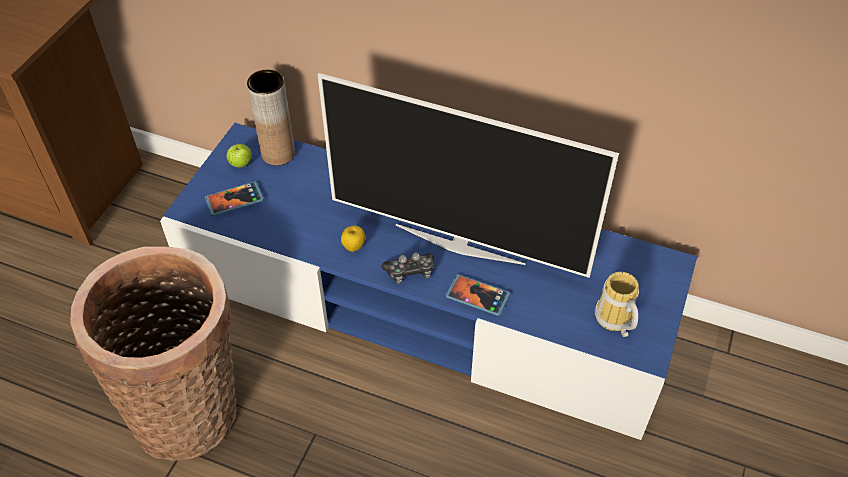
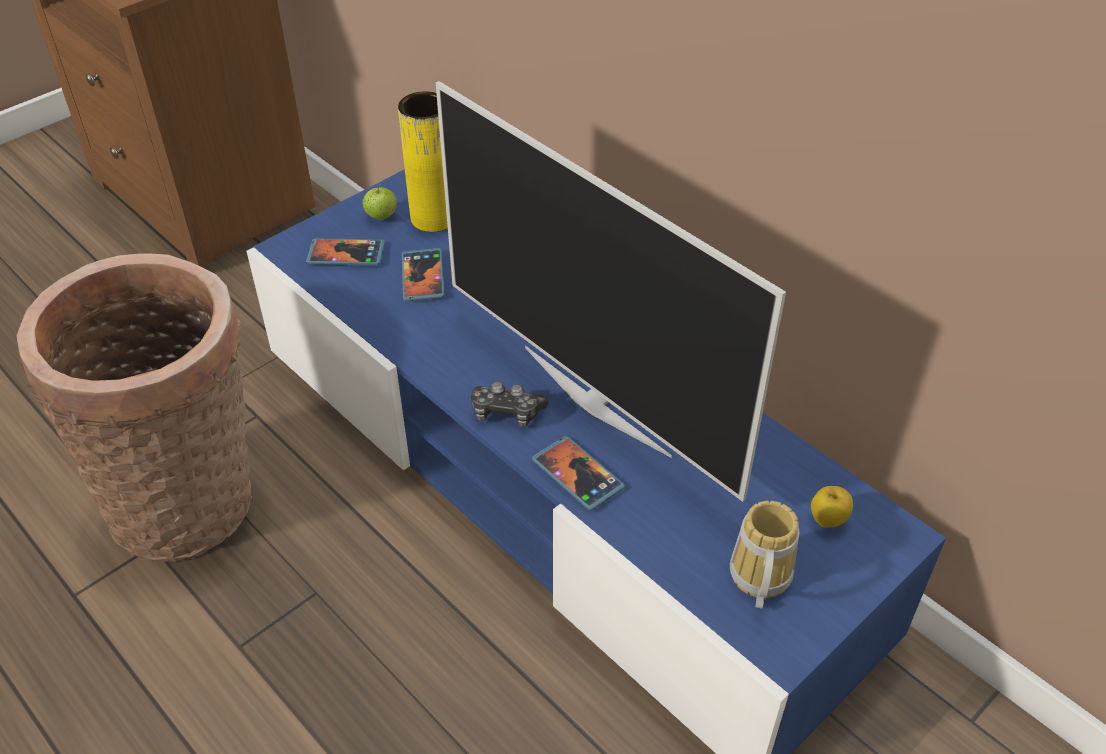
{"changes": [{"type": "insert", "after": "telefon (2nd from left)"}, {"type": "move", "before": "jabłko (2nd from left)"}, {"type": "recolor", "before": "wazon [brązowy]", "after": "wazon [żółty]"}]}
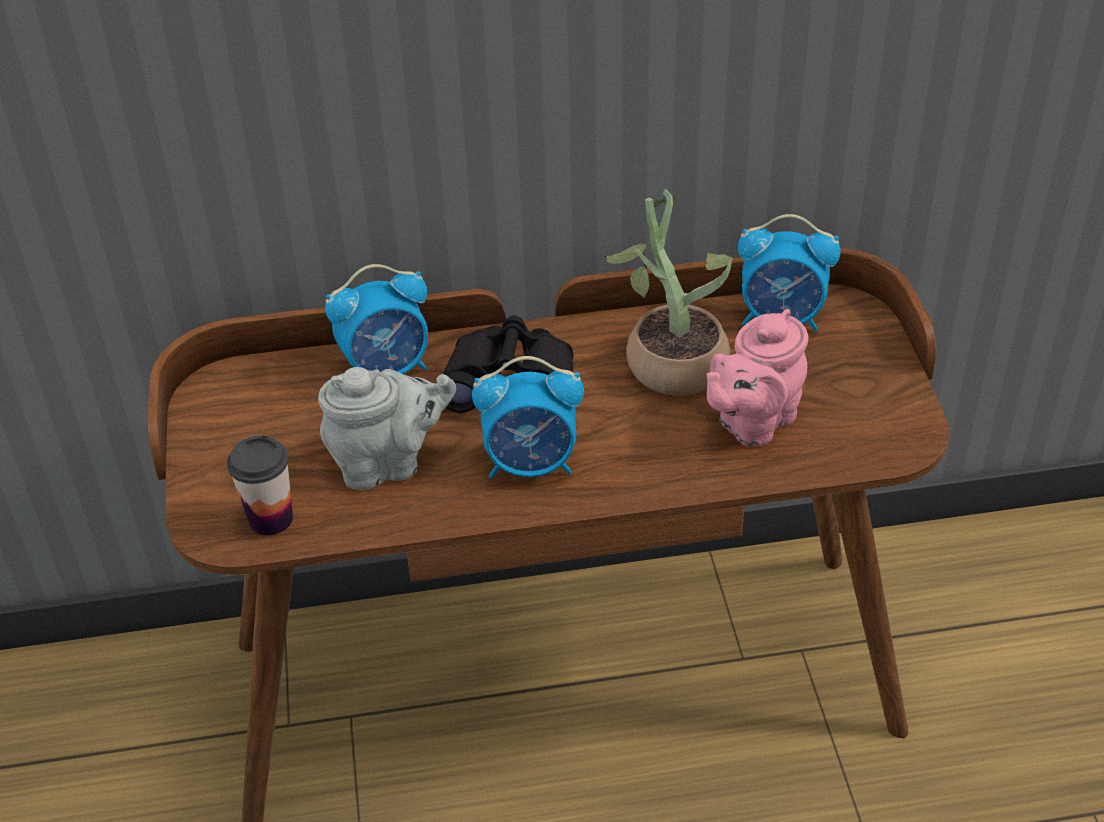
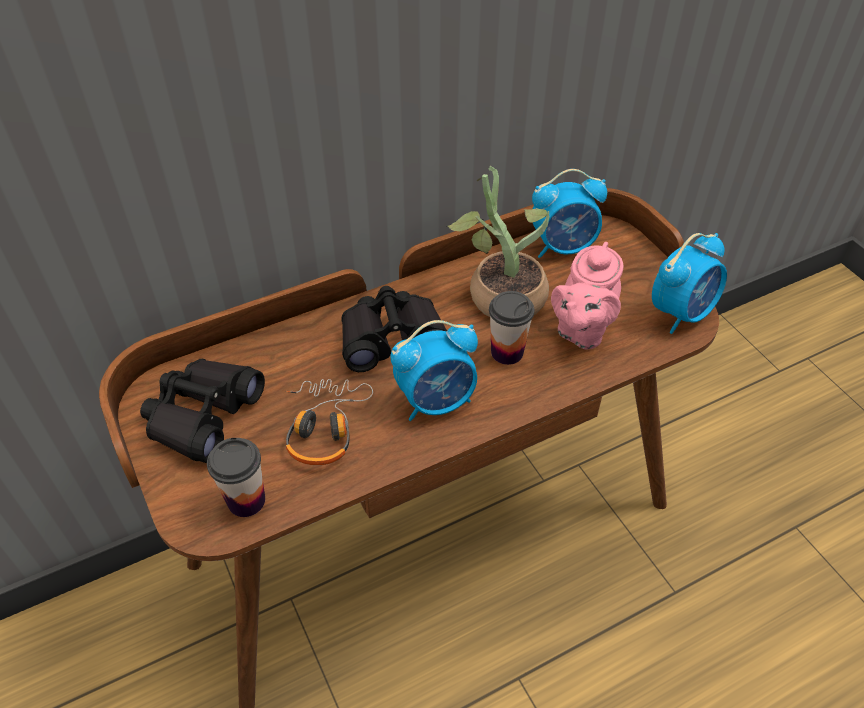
{"changes": [{"type": "insert", "after": "lornetka [czarny] (1st from left)"}, {"type": "insert", "after": "filiżanka (2nd from left)"}, {"type": "move", "before": "budzik (1st from left in the first image)", "after": "budzik (3rd from left)"}, {"type": "replace", "before": "imbryk [szary]", "after": "słuchawki"}]}
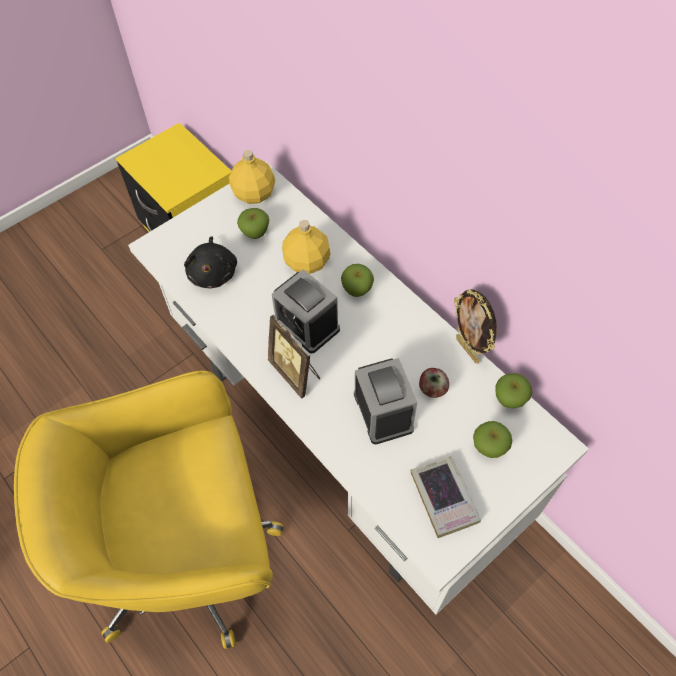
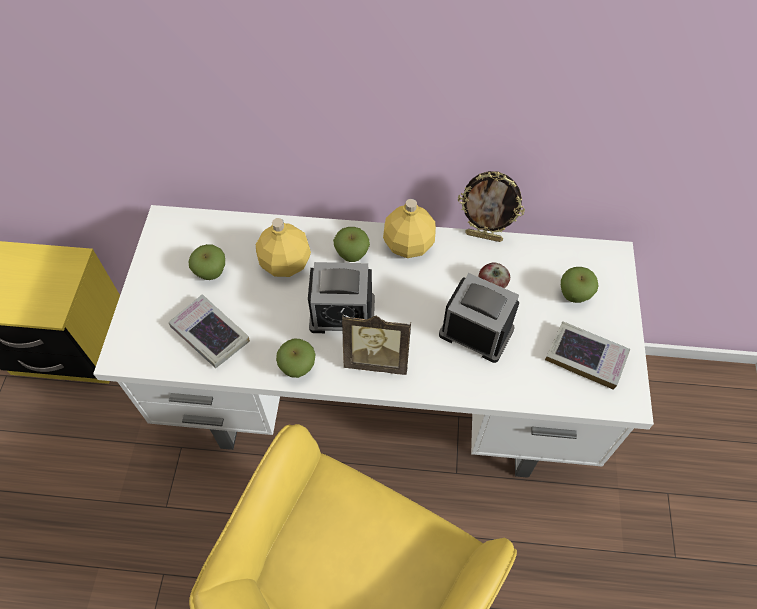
{"changes": [{"type": "move", "before": "butelka [żółty] (1st from left in the first image)", "after": "butelka [żółty] (2nd from left)"}, {"type": "move", "before": "jabłko (5th from left in the first image)", "after": "jabłko (2nd from left)"}, {"type": "replace", "before": "pluszak [czarny]", "after": "książka (1st from left)"}]}
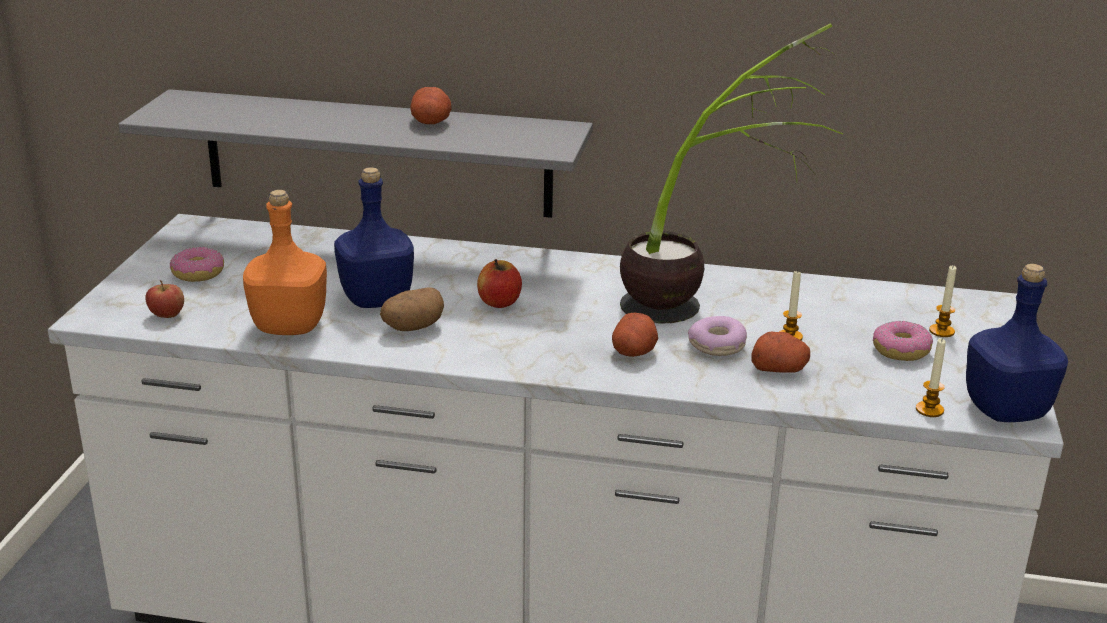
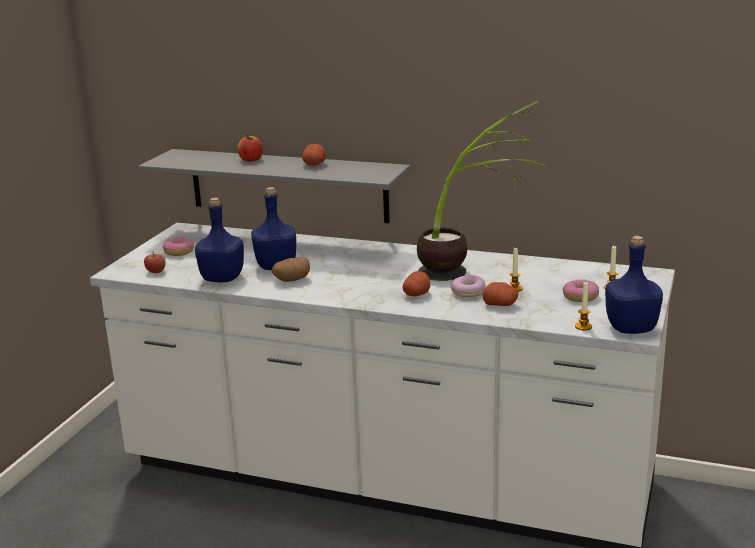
{"changes": [{"type": "move", "before": "jabłko (2nd from left)"}, {"type": "recolor", "before": "butelka [pomarańczowy]", "after": "butelka [niebieski] (1st from left)"}]}
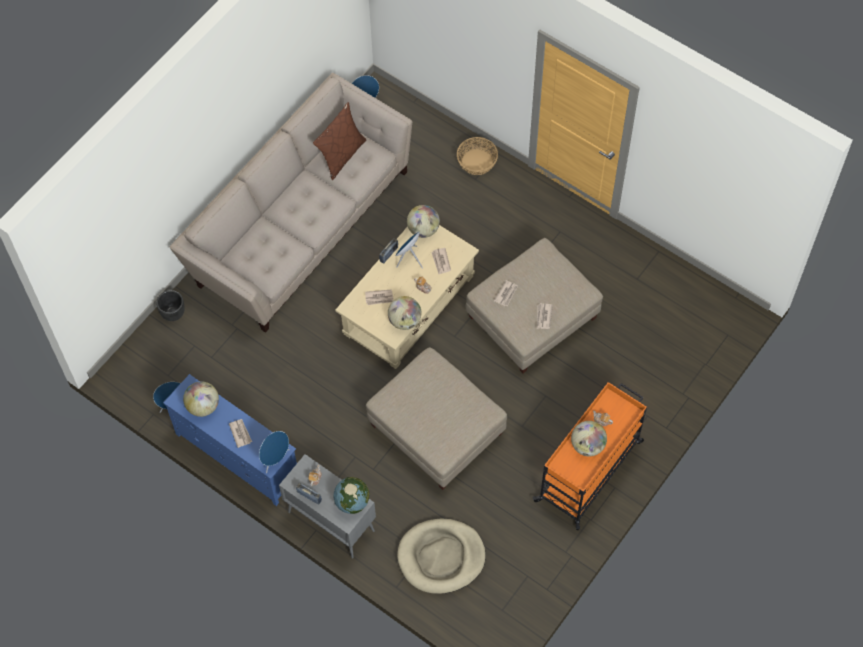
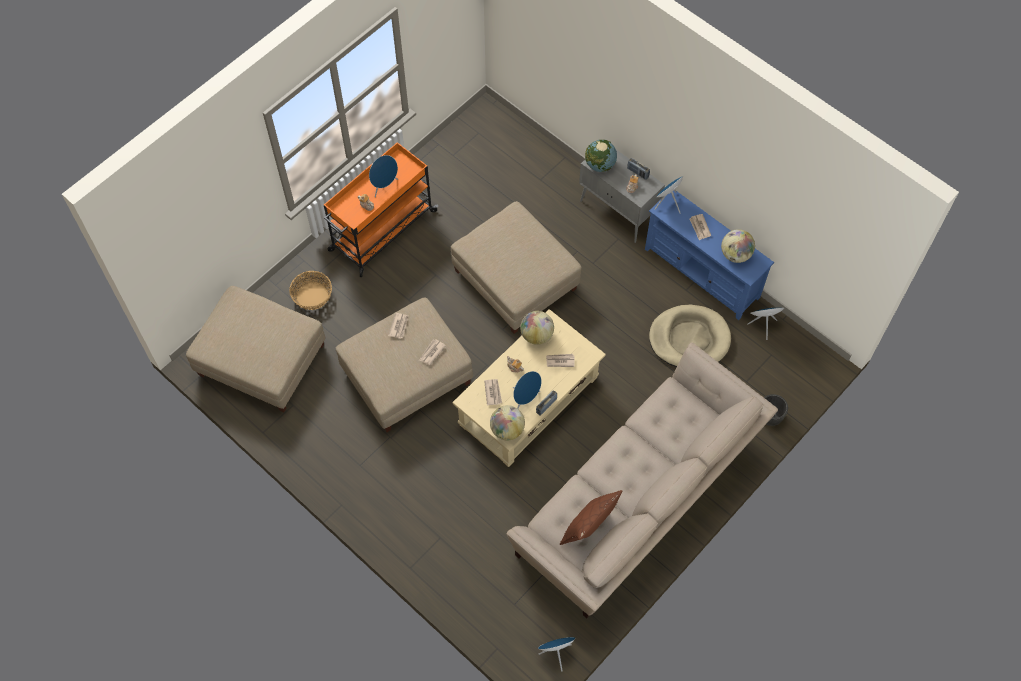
{"changes": [{"type": "insert", "after": "pufa [beżowy] (1st from left)"}, {"type": "move", "before": "legowisko [beżowy]"}, {"type": "move", "before": "koszyk"}, {"type": "replace", "before": "globus (5th from left)", "after": "głośnik [niebieski] (1st from left)"}]}
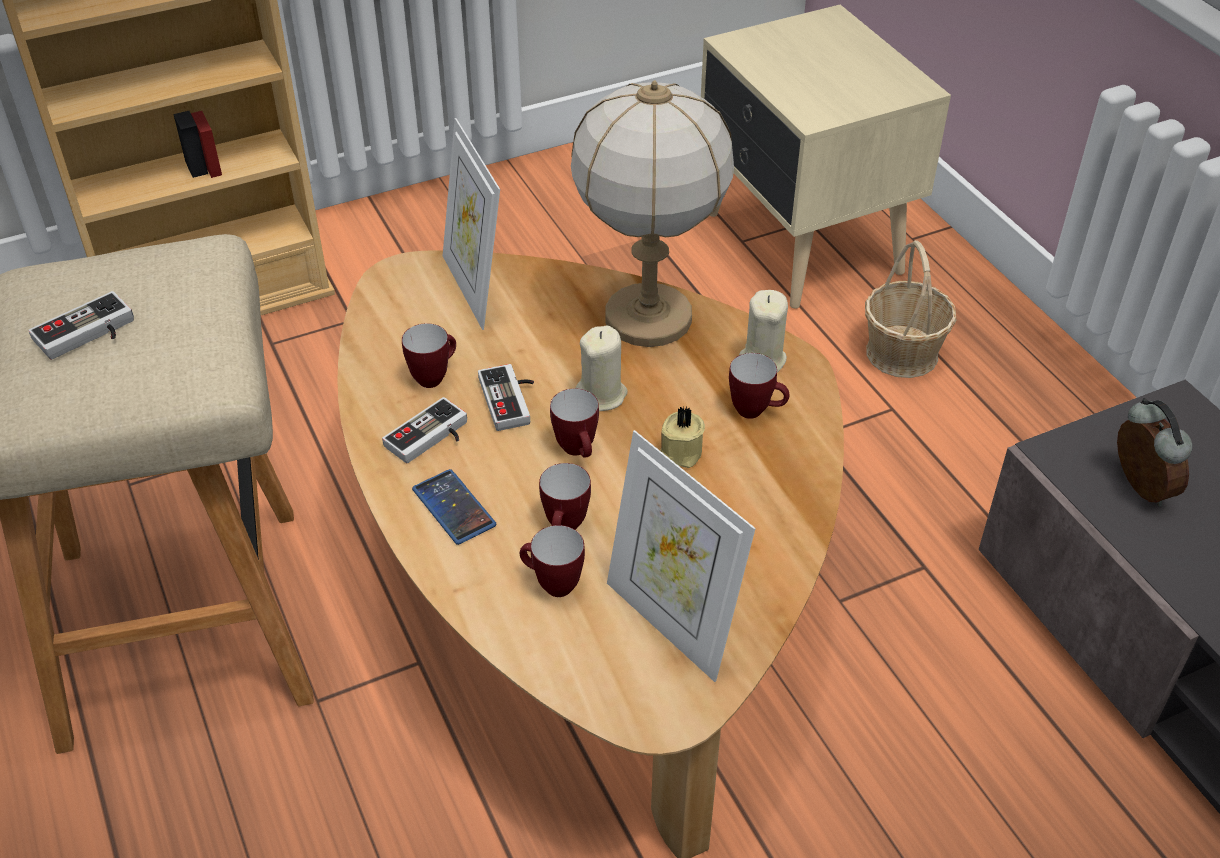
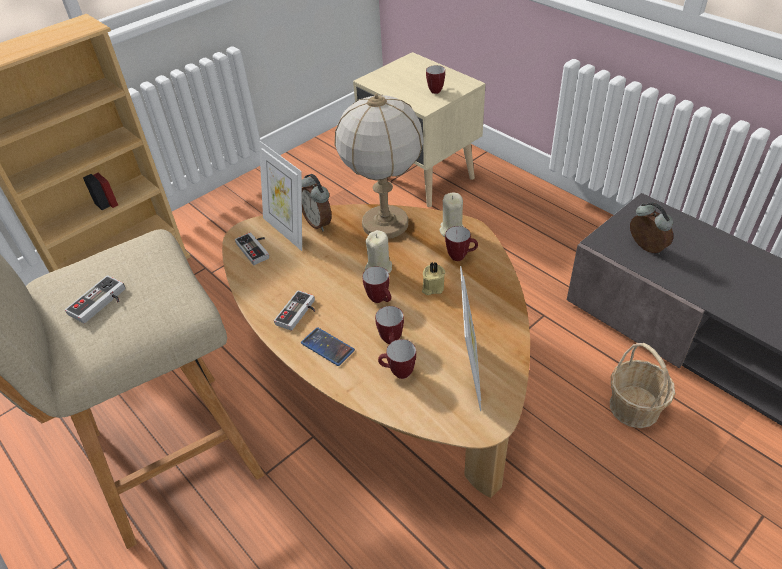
{"changes": [{"type": "insert", "after": "budzik (1st from left)"}, {"type": "move", "before": "kubek (1st from left in the first image)", "after": "kubek (4th from left)"}, {"type": "move", "before": "pad do gier (3rd from left in the first image)", "after": "pad do gier (2nd from left)"}, {"type": "move", "before": "koszyk"}, {"type": "rotate", "before": "ramka na zdjęcie (2nd from left)", "turn": -120}]}
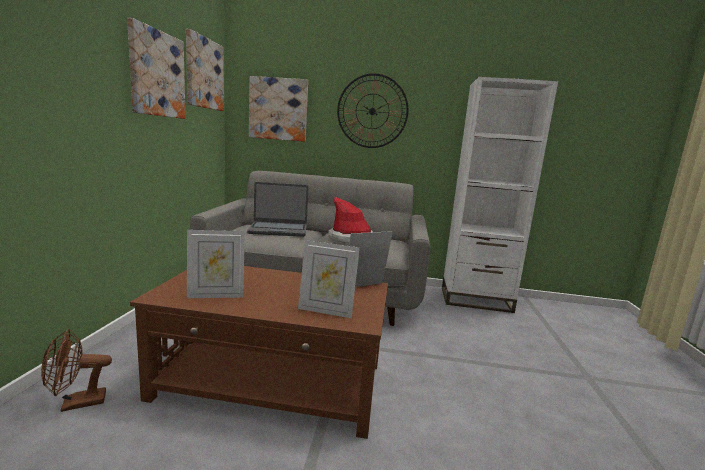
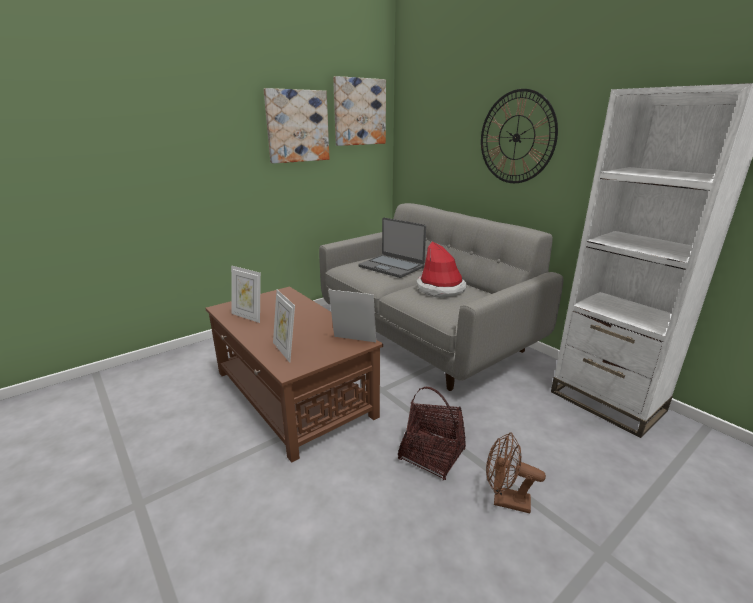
{"changes": [{"type": "delete", "before": "obraz (3rd from left)"}, {"type": "insert", "after": "koszyk"}, {"type": "move", "before": "wentylator [brązowy]"}]}
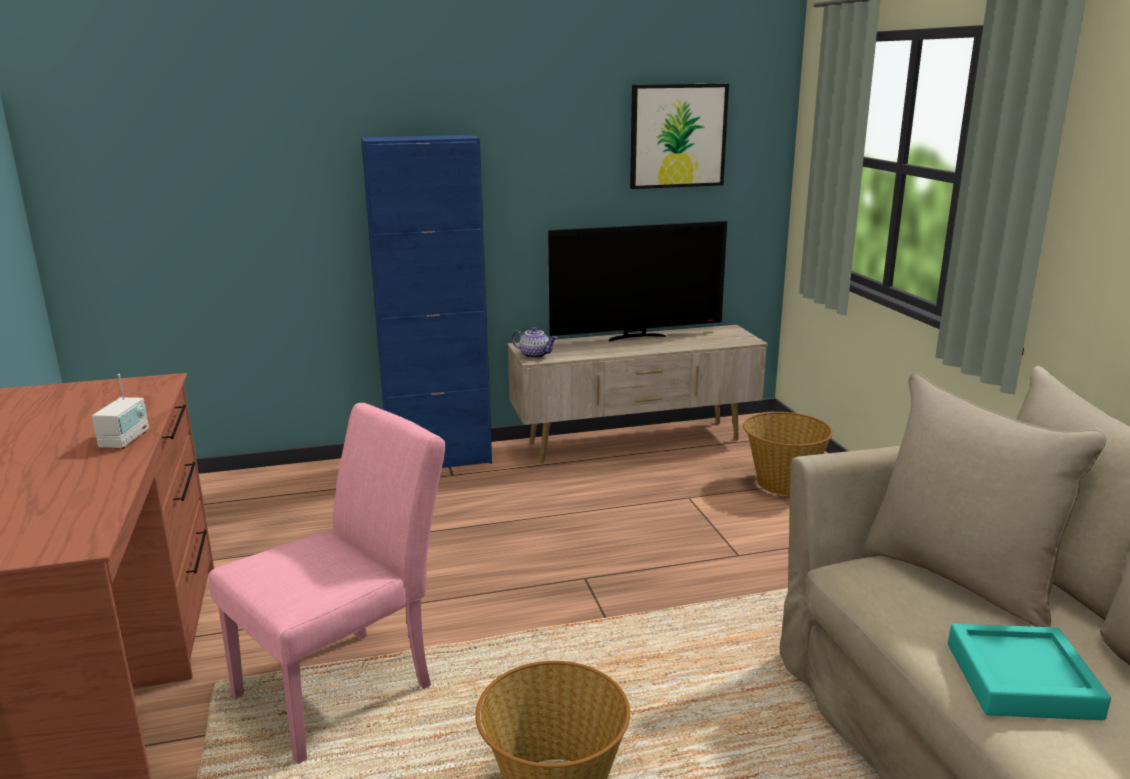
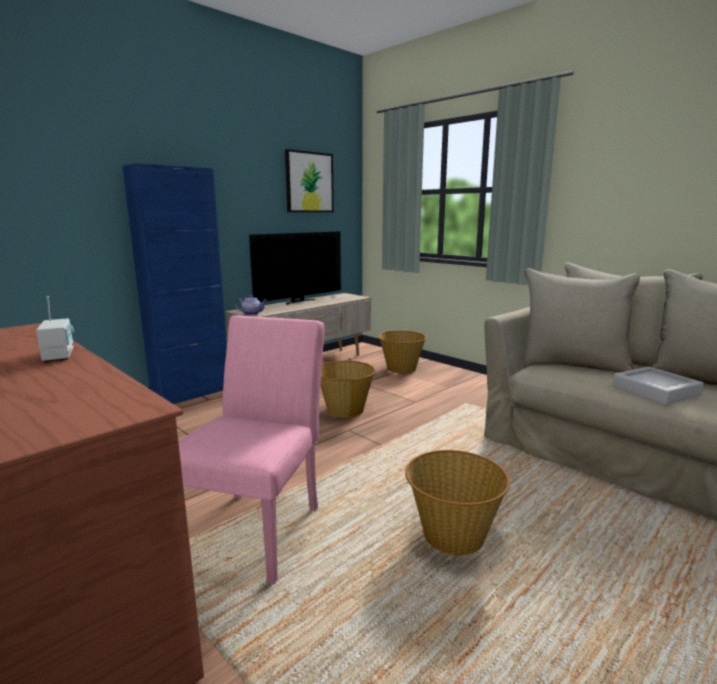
{"changes": [{"type": "insert", "after": "koszyk (1st from left)"}, {"type": "recolor", "before": "taca [turkusowy]", "after": "taca [szary]"}]}
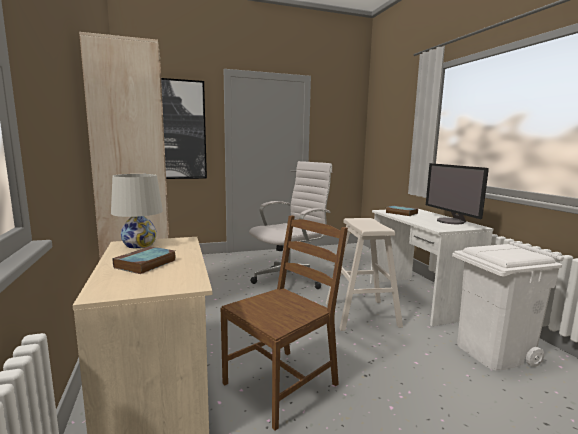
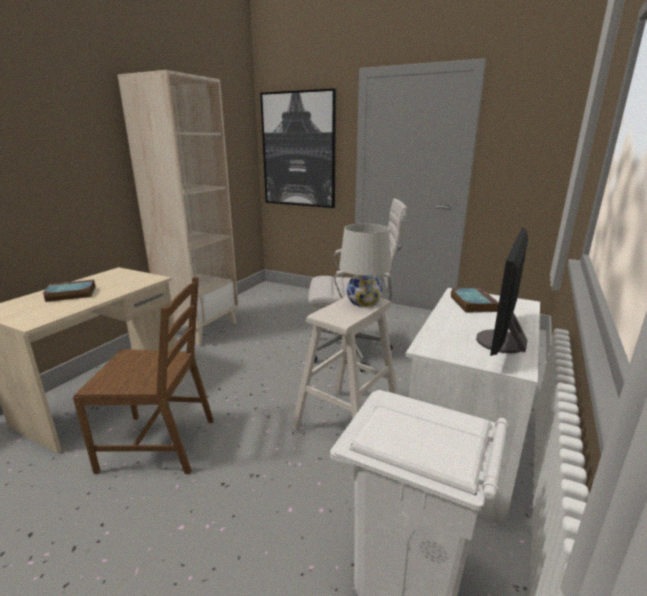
{"changes": [{"type": "move", "before": "lampa stołowa [biały]"}]}
